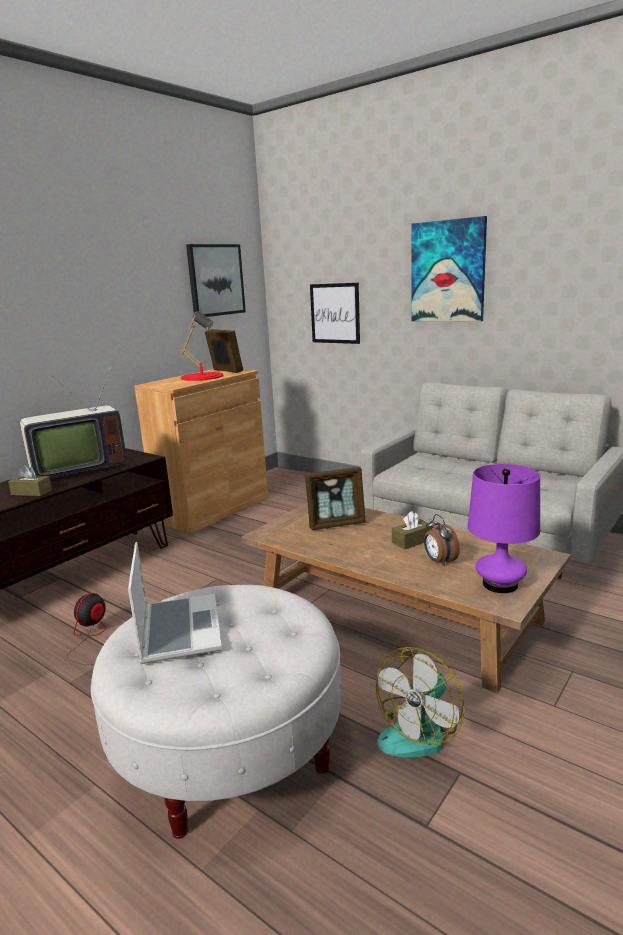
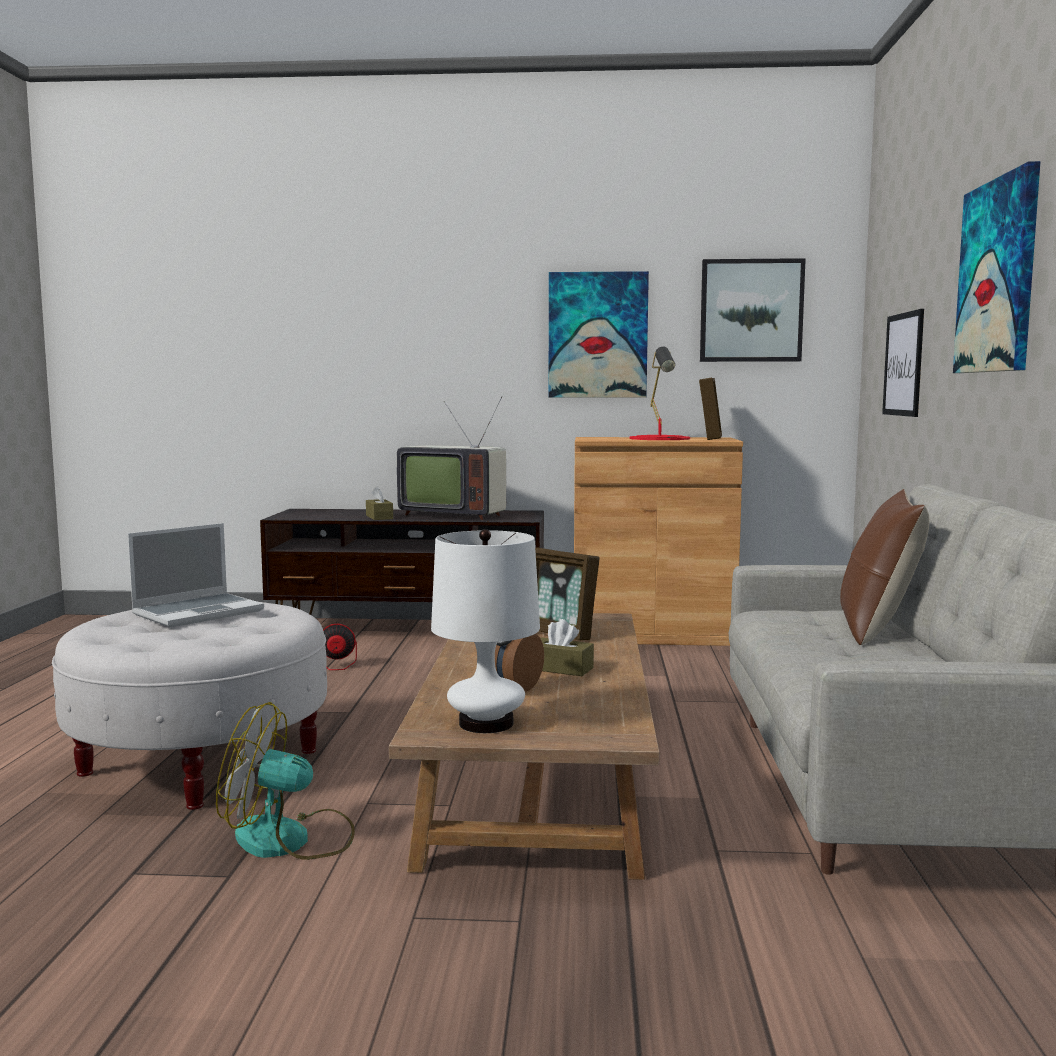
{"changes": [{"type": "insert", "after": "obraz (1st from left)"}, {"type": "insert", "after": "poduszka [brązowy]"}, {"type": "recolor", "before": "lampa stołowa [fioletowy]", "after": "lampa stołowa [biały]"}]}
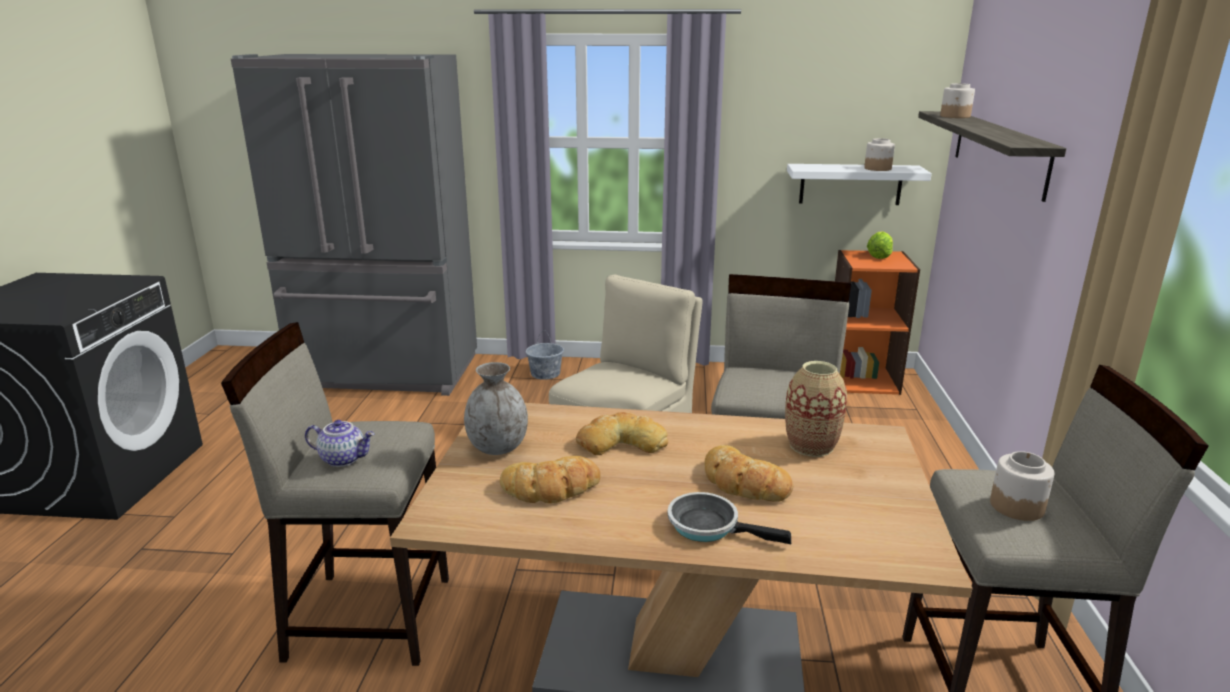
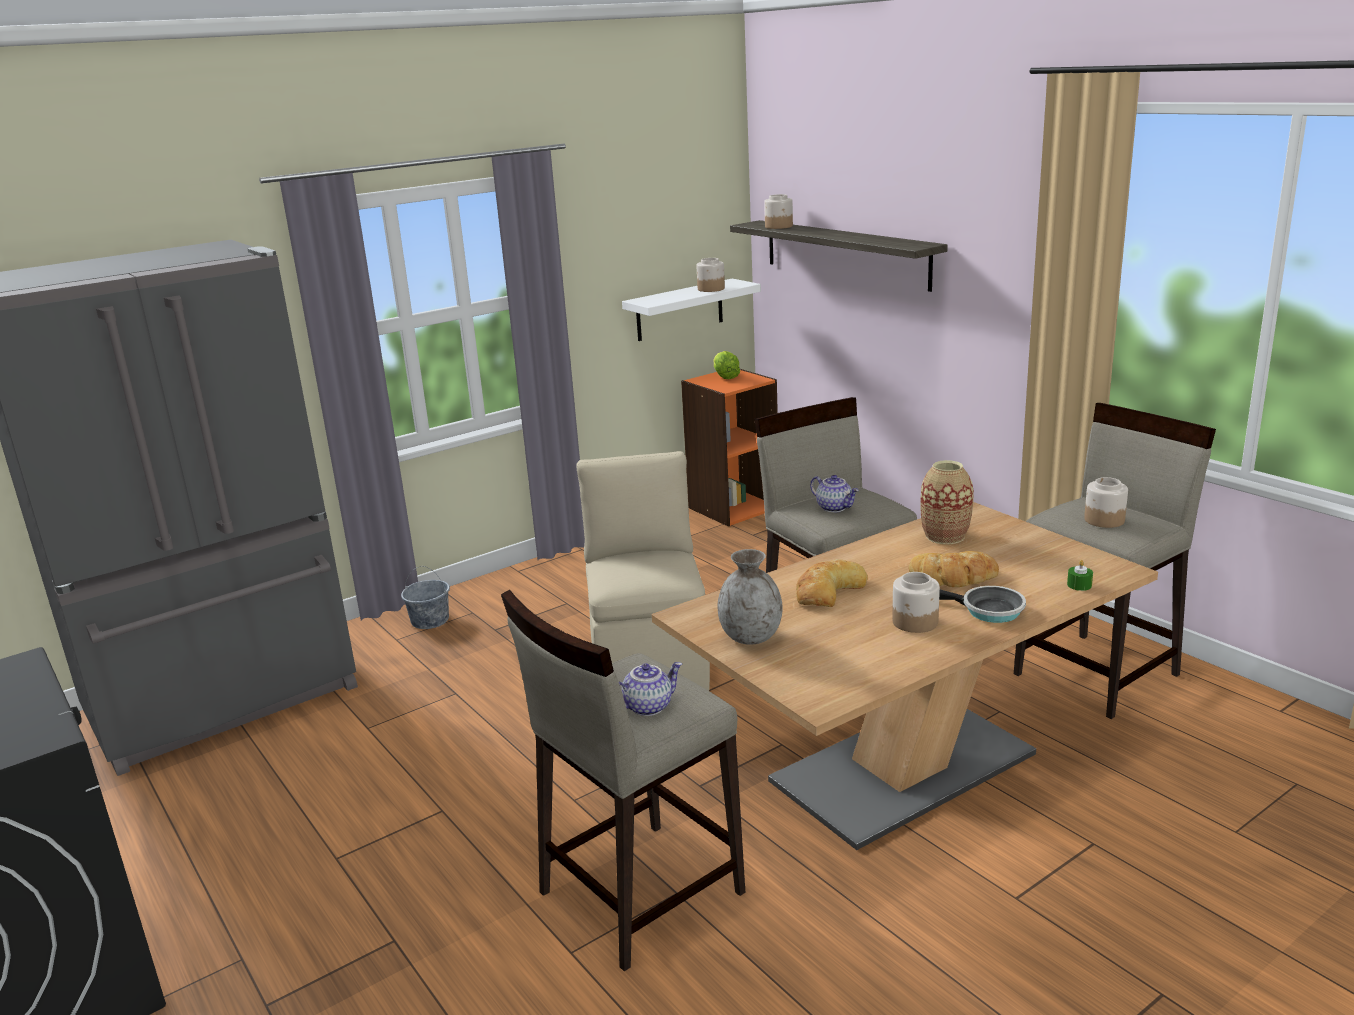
{"changes": [{"type": "delete", "before": "chleb (1st from left)"}, {"type": "insert", "after": "imbryk (2nd from left)"}, {"type": "insert", "after": "słoik (3rd from left)"}, {"type": "insert", "after": "świeca [zielony]"}, {"type": "rotate", "before": "patelnia", "turn": -135}]}
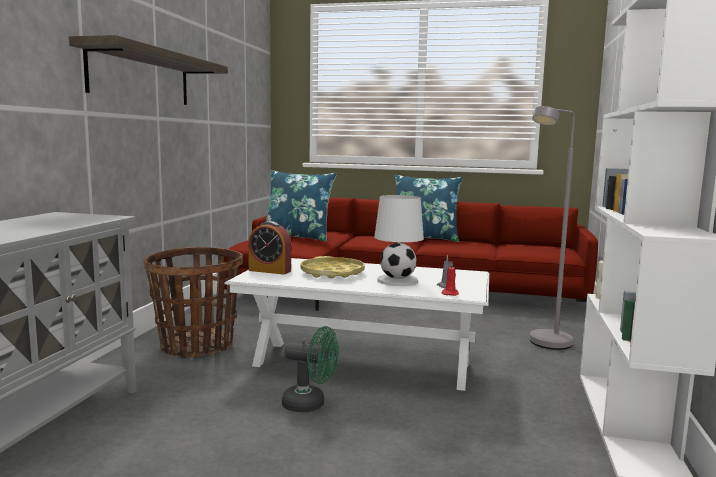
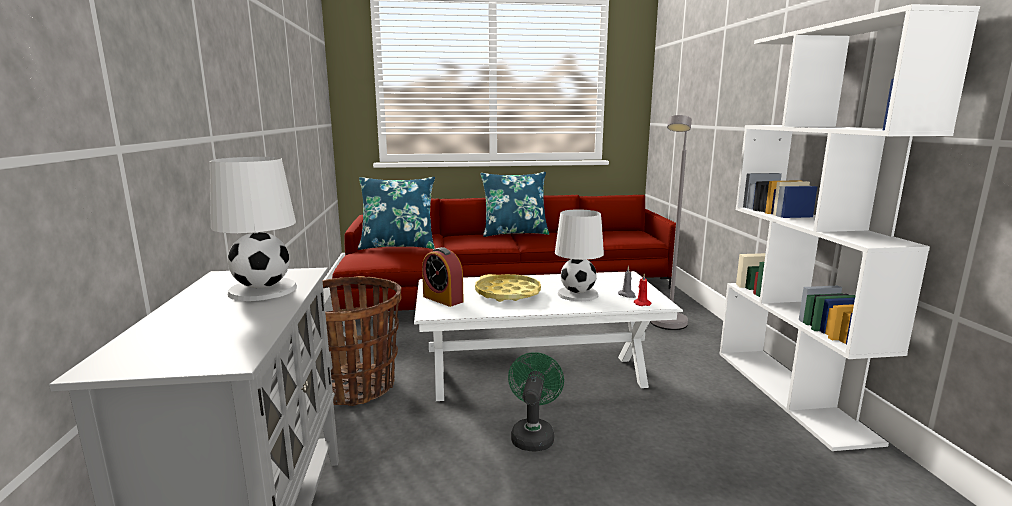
{"changes": [{"type": "delete", "before": "półka"}, {"type": "insert", "after": "lampa stołowa [biały] (1st from left)"}, {"type": "rotate", "before": "budzik", "turn": 45}, {"type": "rotate", "before": "wentylator [zielony]", "turn": -75}]}
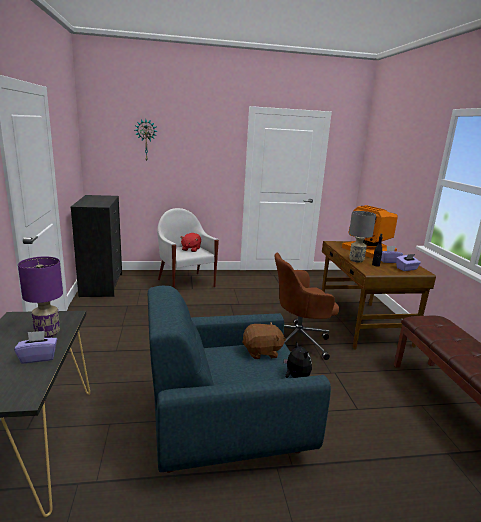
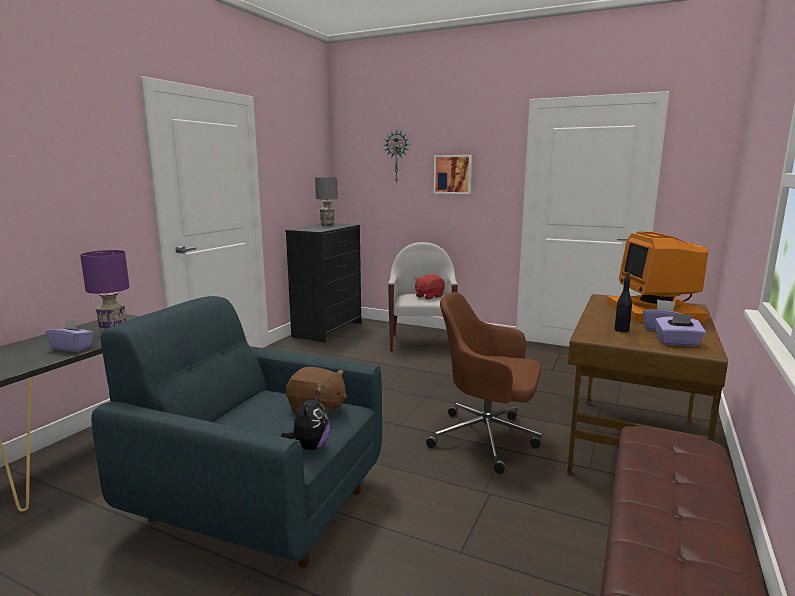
{"changes": [{"type": "insert", "after": "obraz"}, {"type": "move", "before": "lampa stołowa [szary]"}]}
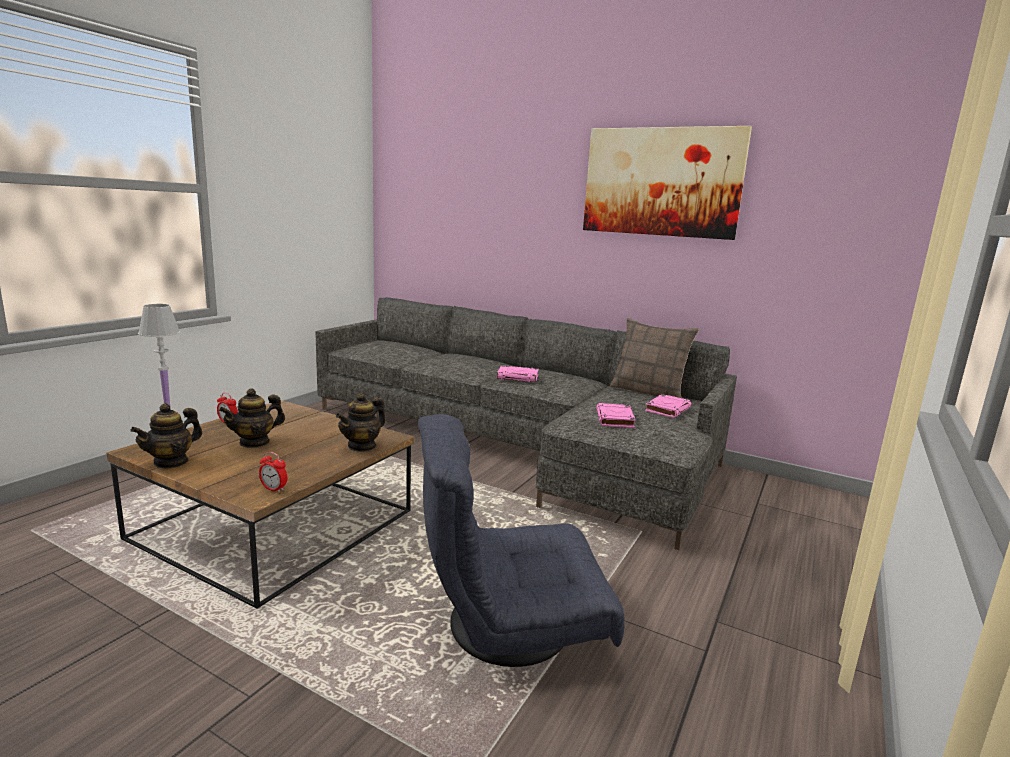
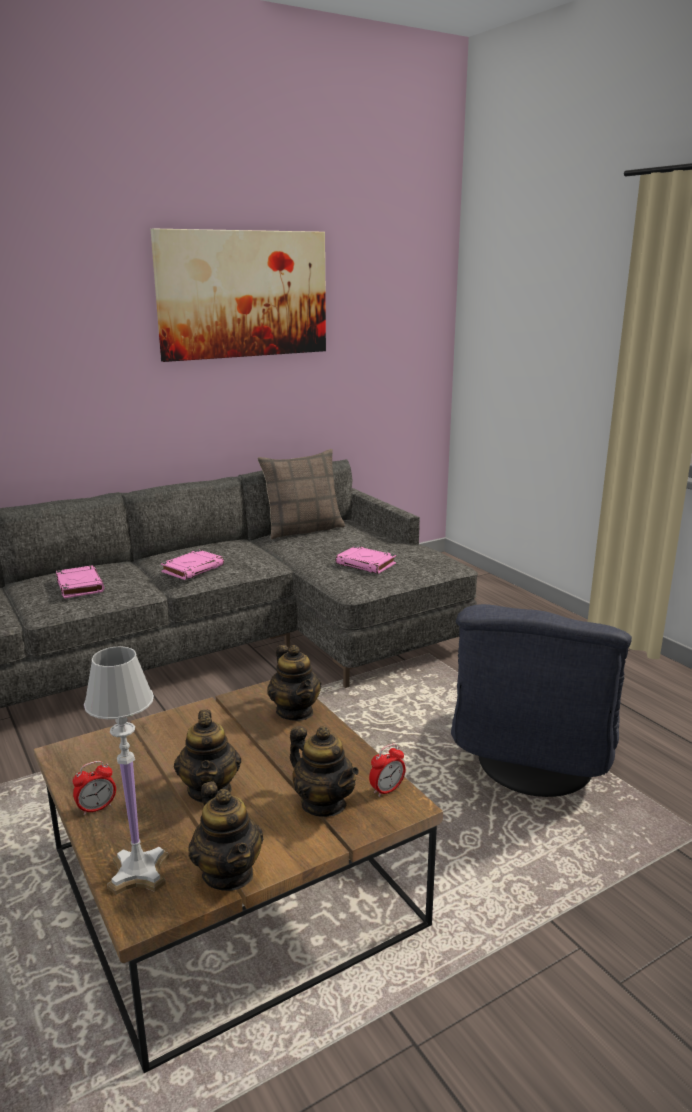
{"changes": [{"type": "insert", "after": "imbryk (4th from left)"}, {"type": "move", "before": "książka [różowy] (3rd from left in the first image)", "after": "książka [różowy] (1st from left)"}]}
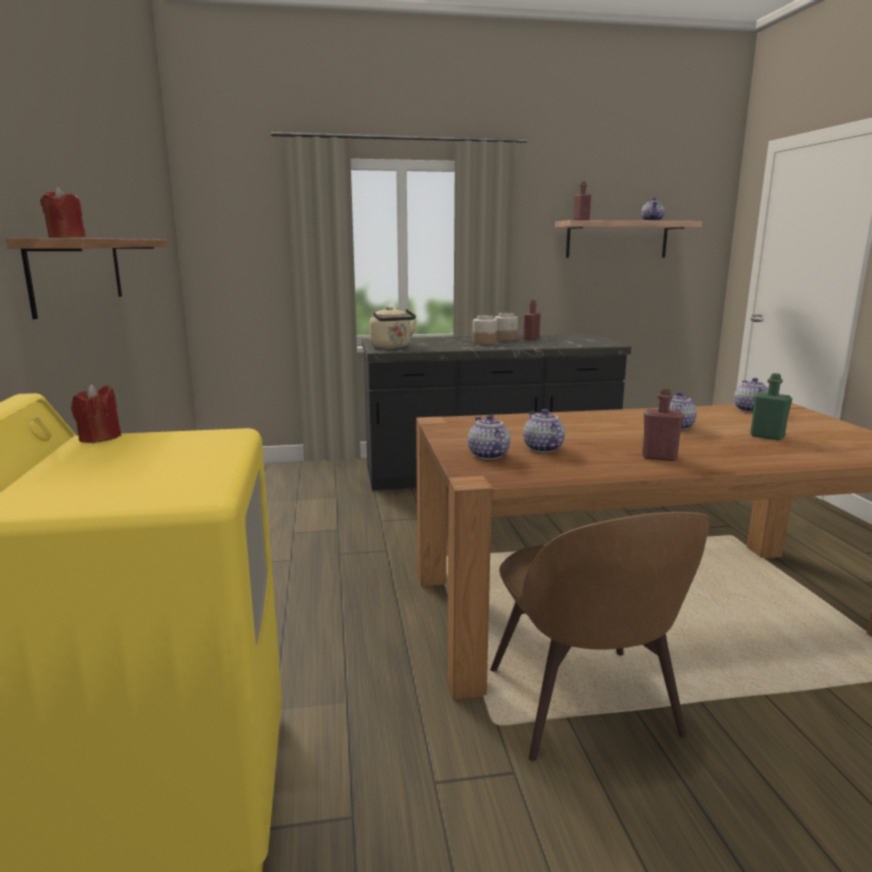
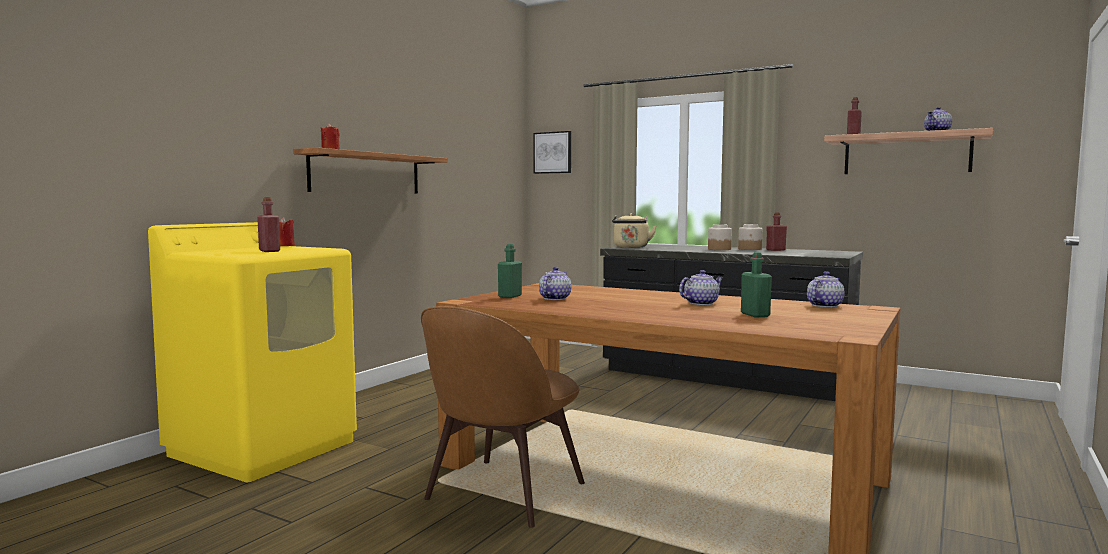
{"changes": [{"type": "insert", "after": "obraz"}, {"type": "move", "before": "butelka [czerwony] (3rd from left in the first image)", "after": "butelka [czerwony] (1st from left)"}, {"type": "replace", "before": "imbryk (1st from left)", "after": "butelka [zielony] (1st from left)"}]}
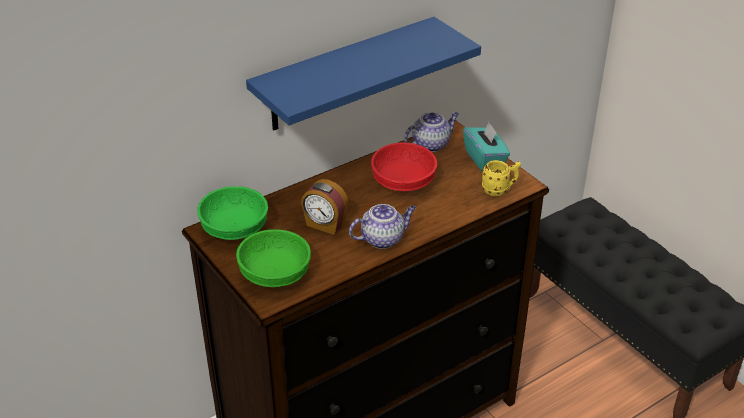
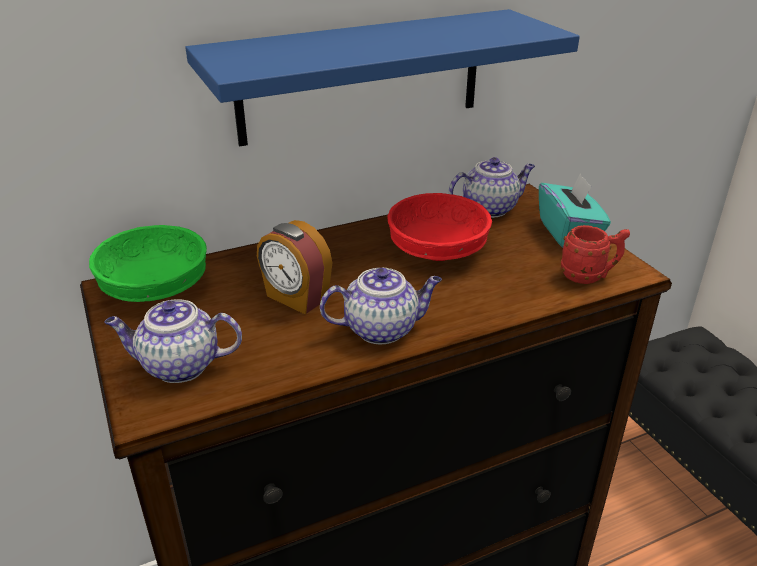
{"changes": [{"type": "replace", "before": "miska [zielony] (2nd from left)", "after": "imbryk (1st from left)"}, {"type": "recolor", "before": "kubek [żółty]", "after": "kubek [czerwony]"}]}
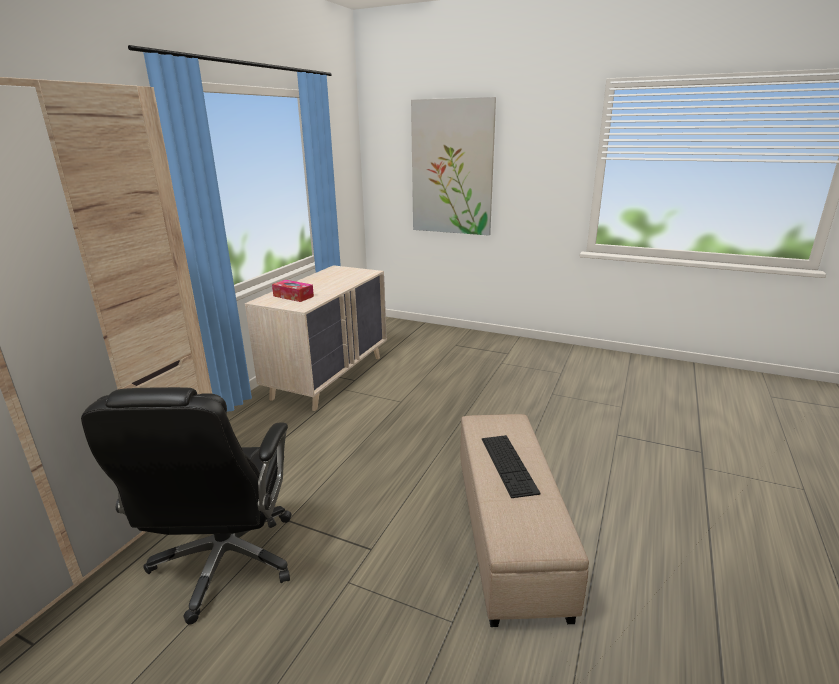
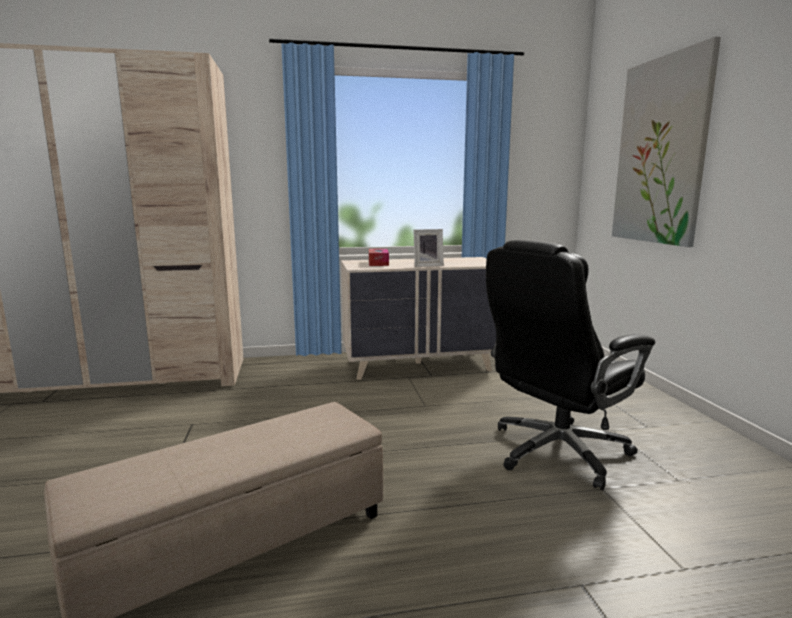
{"changes": [{"type": "delete", "before": "klawiatura"}, {"type": "insert", "after": "ramka na zdjęcie"}, {"type": "move", "before": "krzesło biurowe [czarny]"}]}
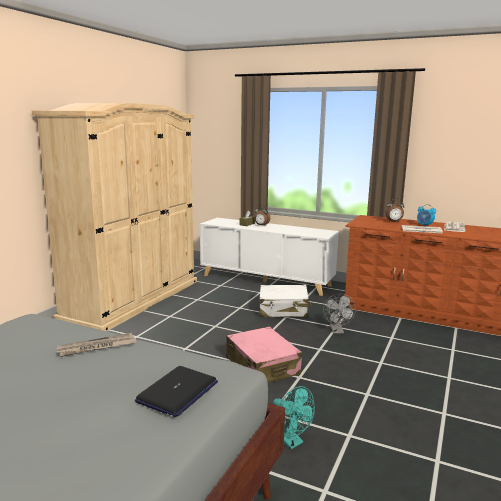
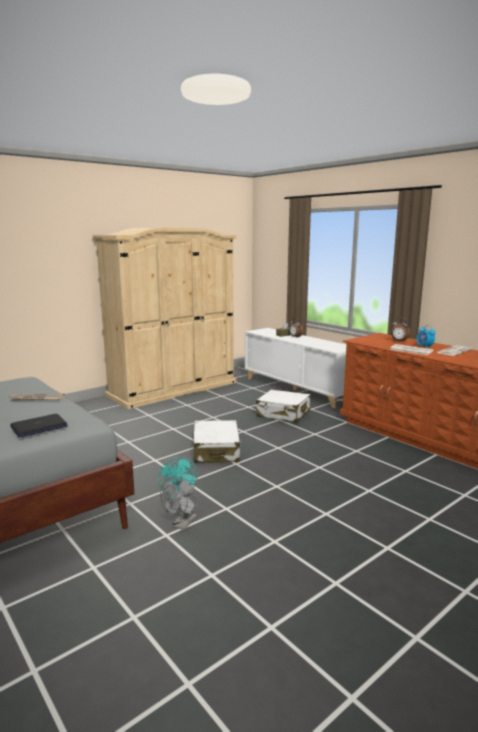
{"changes": [{"type": "move", "before": "wentylator [szary]"}, {"type": "recolor", "before": "walizka [różowy]", "after": "walizka [biały] (1st from left)"}]}
